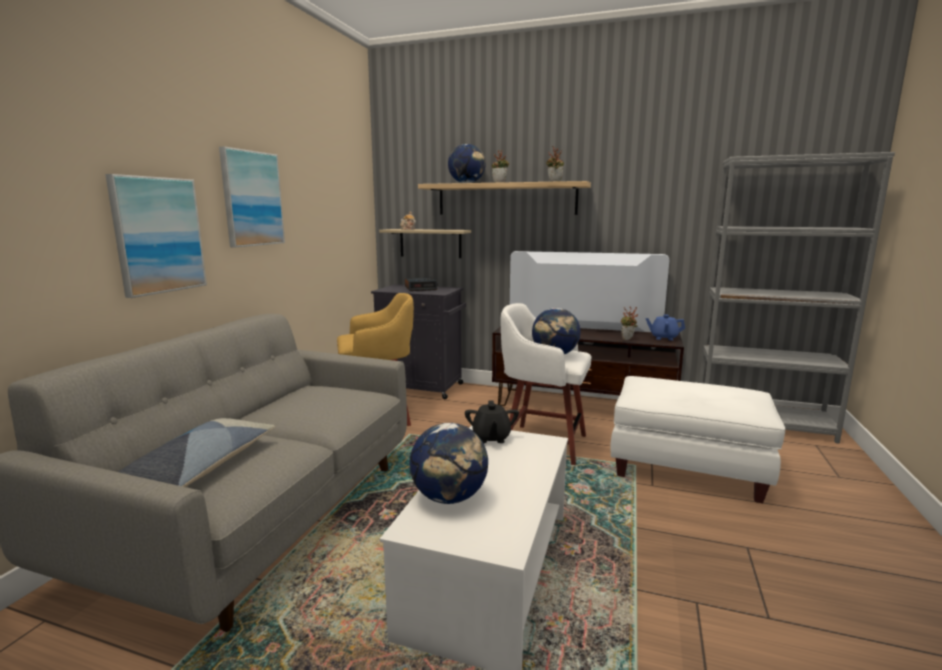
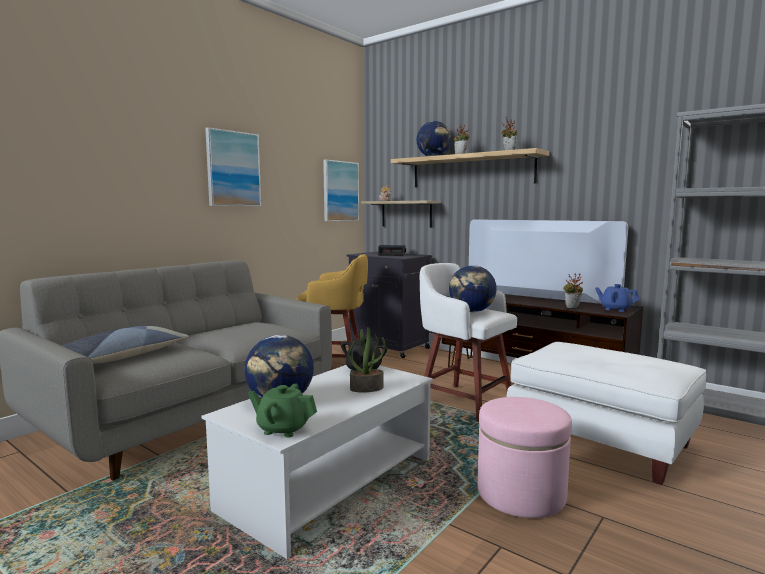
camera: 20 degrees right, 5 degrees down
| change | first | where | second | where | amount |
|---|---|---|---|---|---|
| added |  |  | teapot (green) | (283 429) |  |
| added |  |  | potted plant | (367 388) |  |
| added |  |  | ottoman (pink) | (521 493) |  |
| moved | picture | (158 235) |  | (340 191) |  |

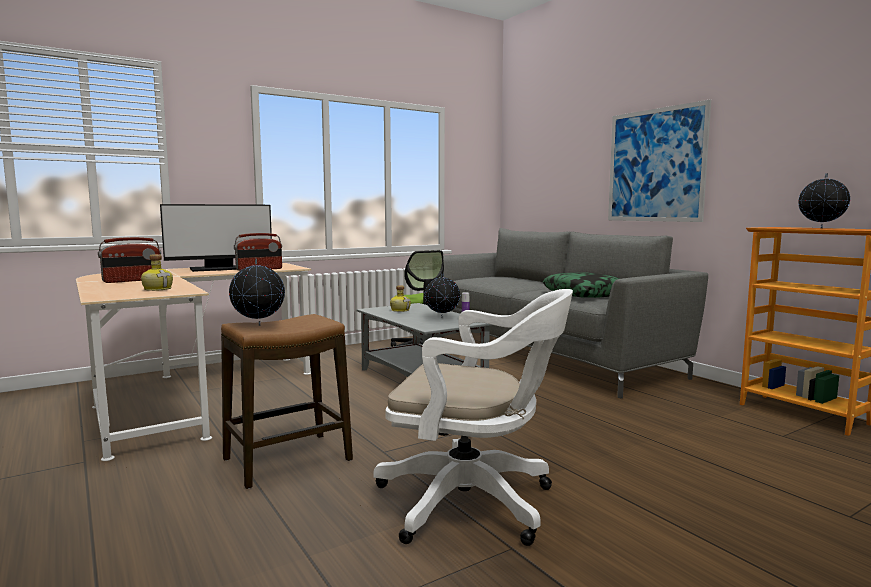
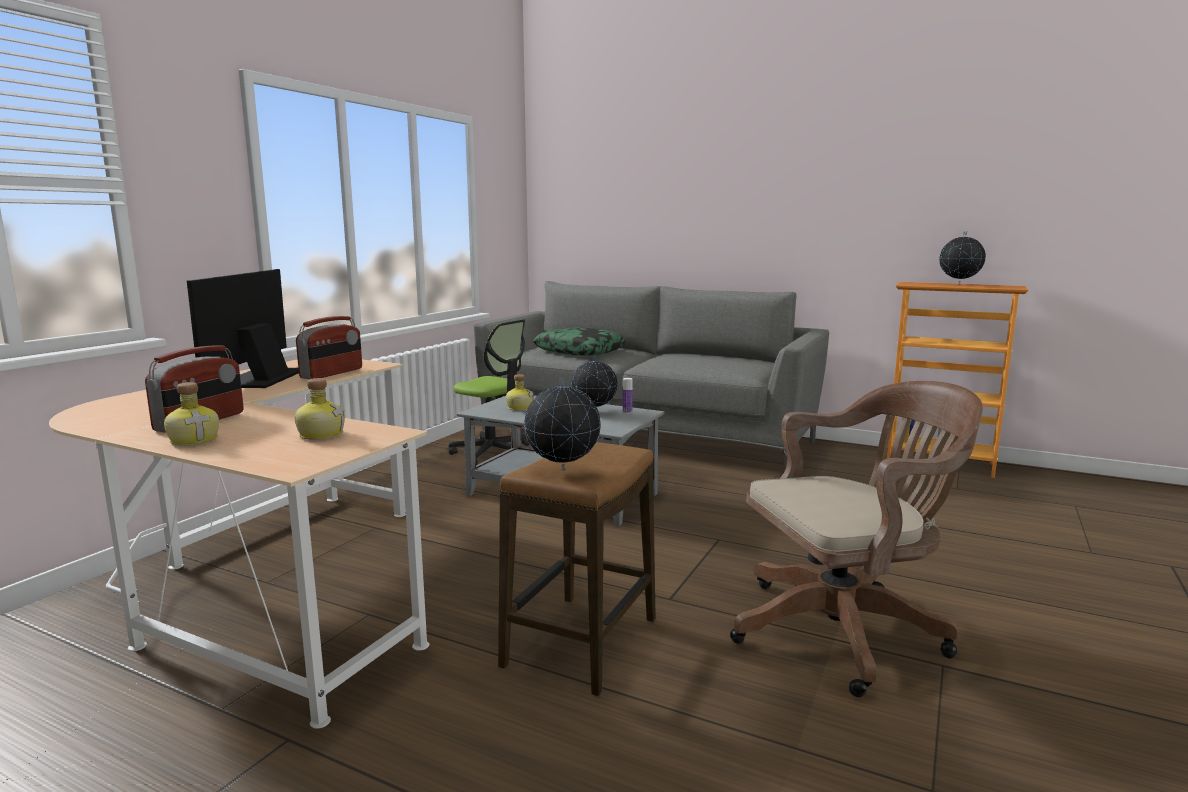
camera: 30 degrees left, 5 degrees up
| change | first | where | second | where | amount |
|---|---|---|---|---|---|
| removed | picture | (655 165) |  |  |  |
| added |  |  | bottle | (195 440) |  |
| moved | pillow | (584 294) |  | (579 351) |  |
| recoloured | office chair (white) | (474 503) | office chair (brown) | (845 630) |  |
| turned | monitor | (220 269) |  | (260 378) | 150 degrees clockwise |

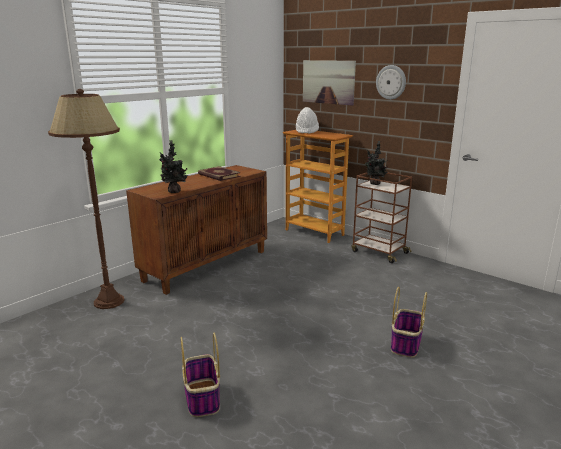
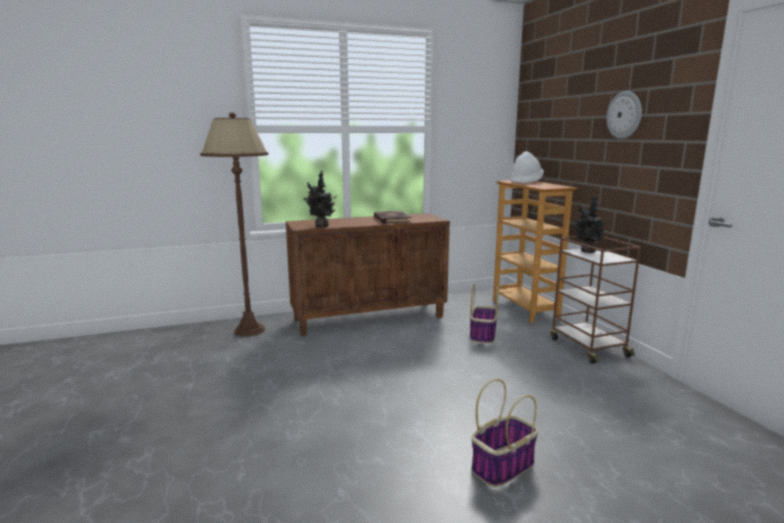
camera: 30 degrees right, 5 degrees down
| change | first | where | second | where | amount |
|---|---|---|---|---|---|
| removed | picture | (328 82) |  |  |  |
| moved | basket | (202 397) |  | (483 335) |  |

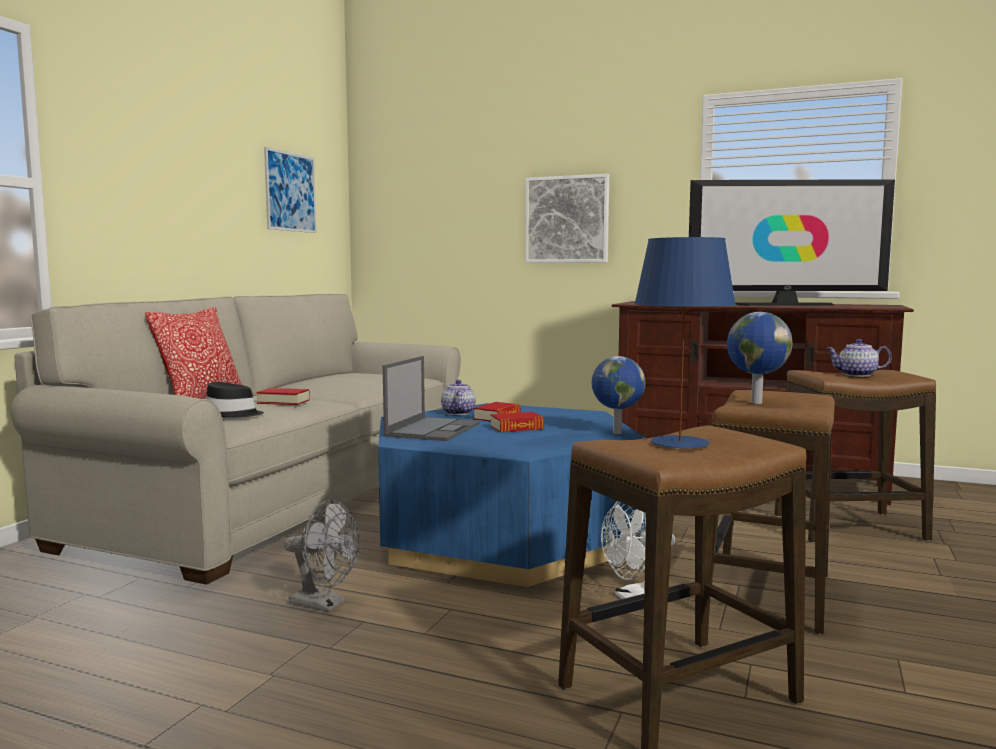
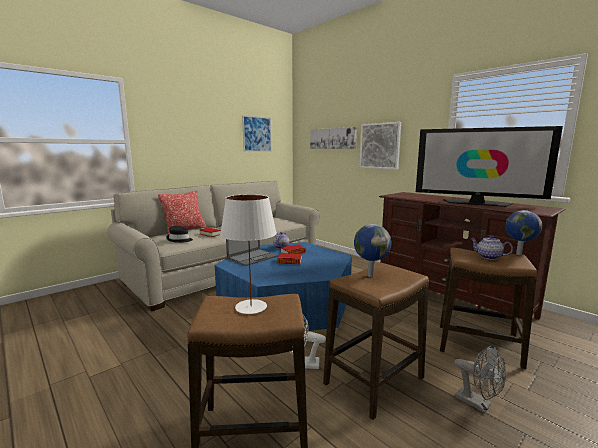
camera: 25 degrees right, 5 degrees up
| change | first | where | second | where | amount |
|---|---|---|---|---|---|
| added |  |  | picture | (332 138) |  |
| moved | fan (grey) | (325 604) |  | (478 404) |  |
| moved | globe | (616 433) |  | (518 254) |  |
| recoloured | table lamp (blue) | (679 442) | table lamp (white) | (251 306) |  |

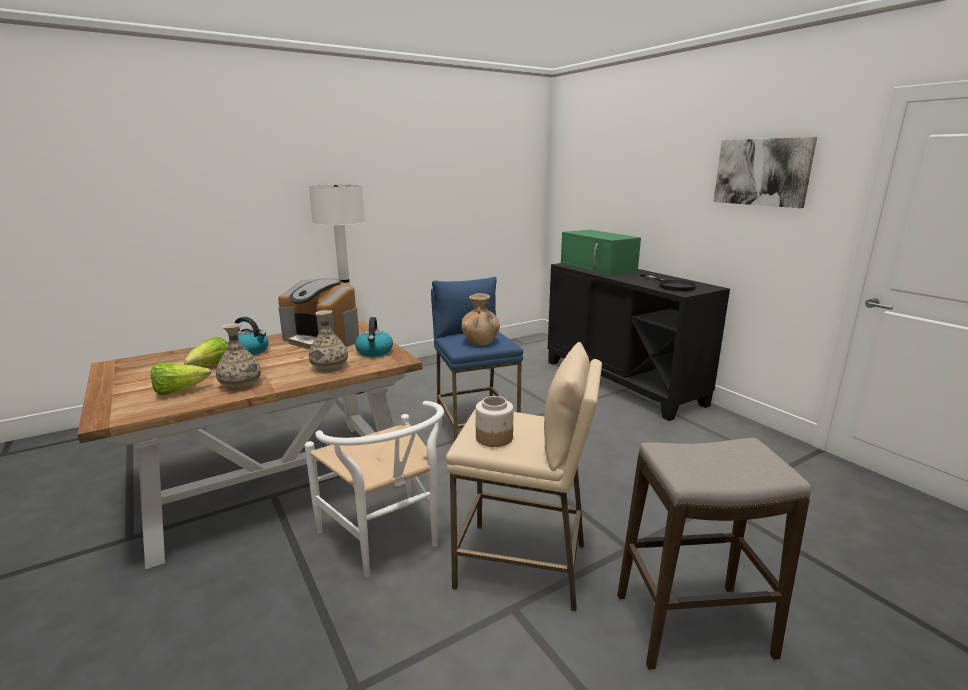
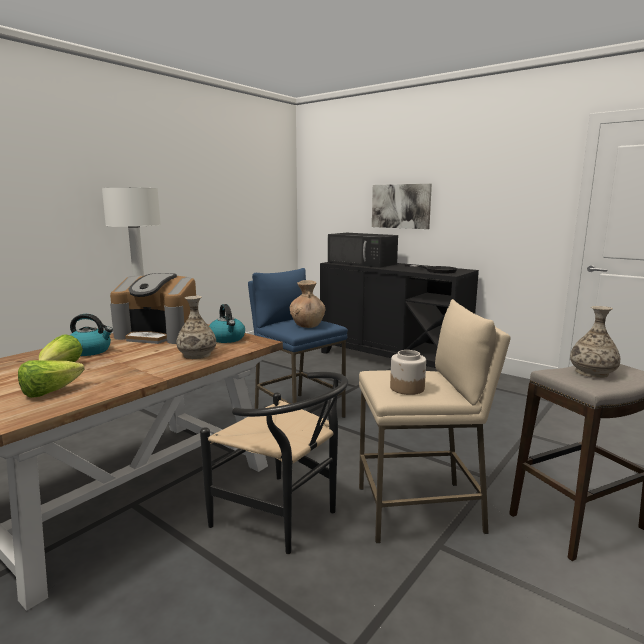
camera: 20 degrees left, 5 degrees down
| change | first | where | second | where | amount |
|---|---|---|---|---|---|
| moved | vase | (240 385) |  | (592 372) |  |
| moved | picture | (762 172) |  | (401 206) |  |
| recoloured | chair (white) | (387 540) | chair (black) | (285 518) |  |
| recoloured | microwave (green) | (598 268) | microwave (black) | (363 263) |  |

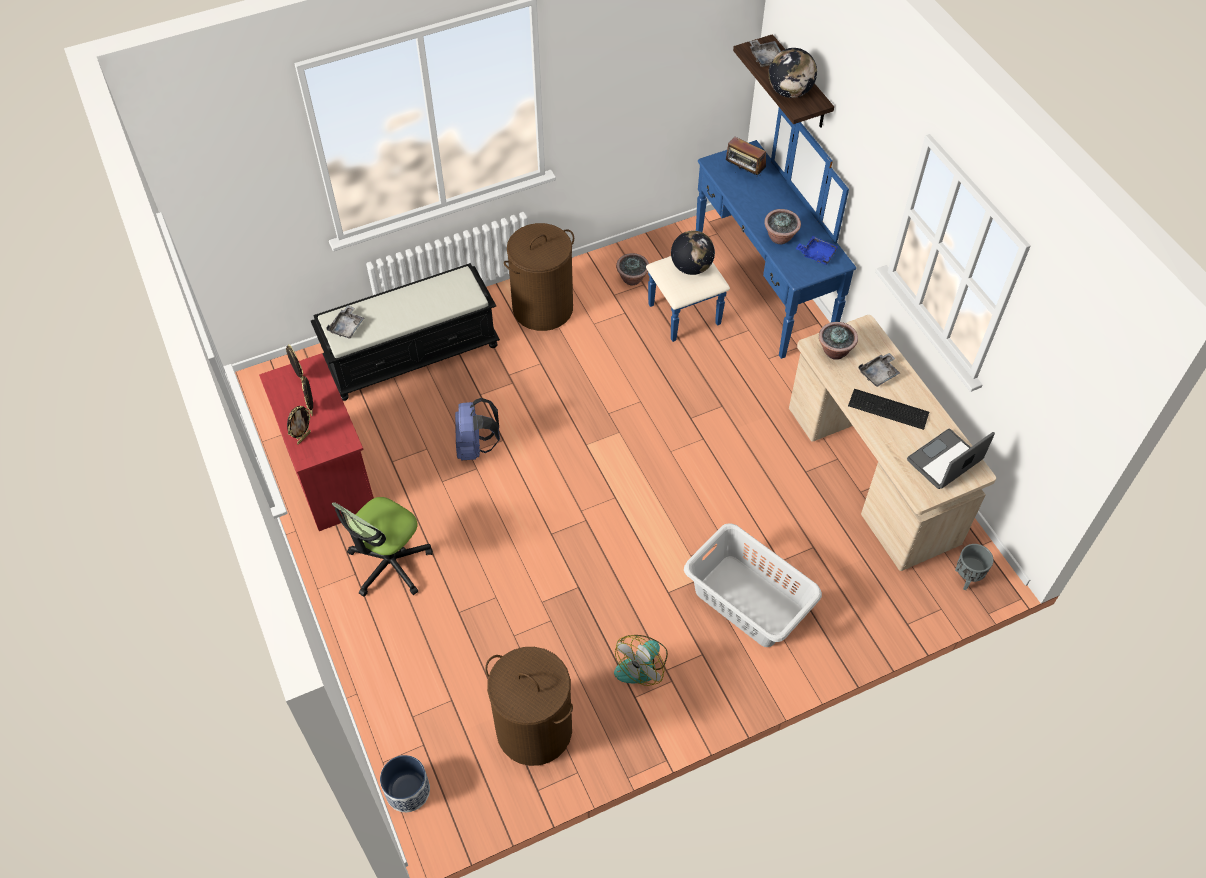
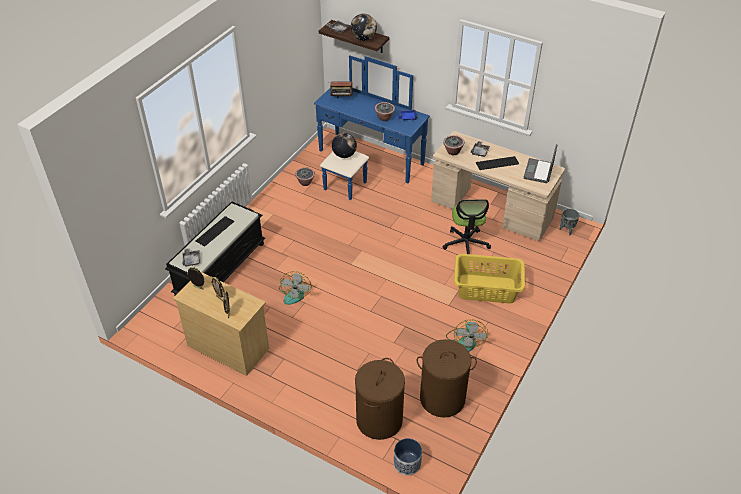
camera: 35 degrees left, 10 degrees down
| change | first | where | second | where | amount |
|---|---|---|---|---|---|
| added |  |  | keyboard | (214 231) |  |
| moved | office chair | (389 564) |  | (466 244) |  |
| moved | laundry basket (brown) | (542 308) |  | (379 419) |  |
| replaced | backpack (blue) | (475 447) | fan | (295 293) |  |
| recoloured | dresser (red) | (330 475) | dresser (beige) | (228 347) |  |
| recoloured | laundry basket (grey) | (748 602) | laundry basket (yellow) | (487 289) |  |

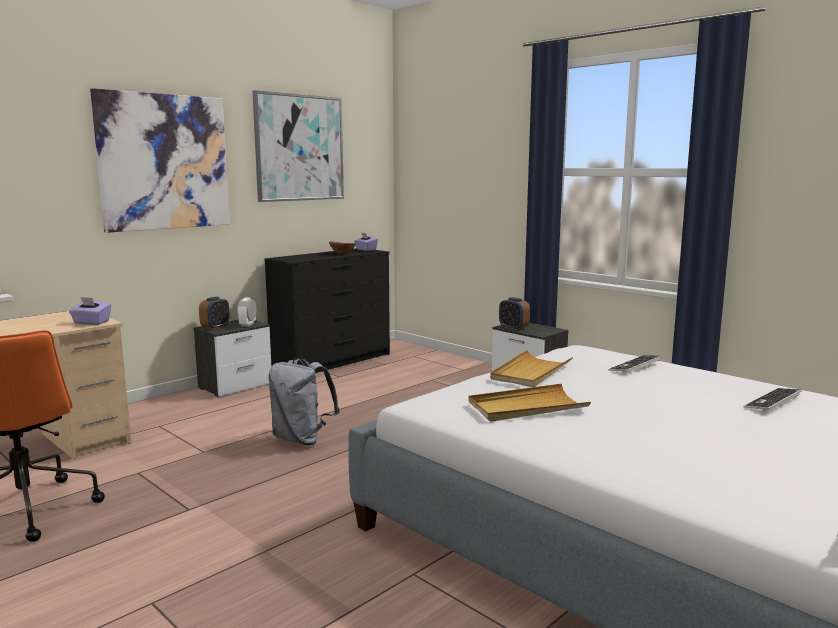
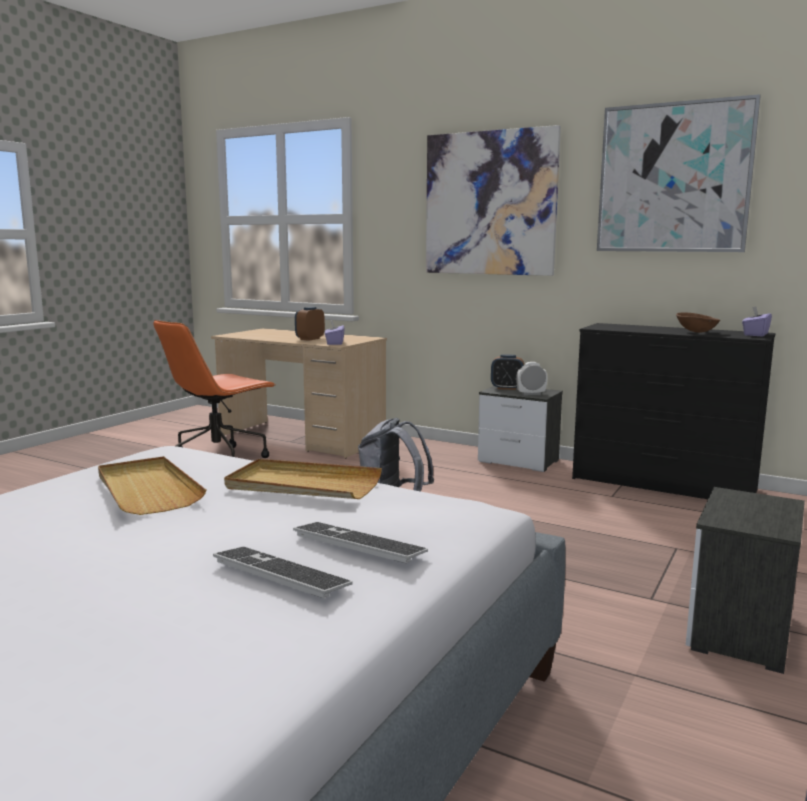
camera: 75 degrees right, 0 degrees up
| change | first | where | second | where | amount |
|---|---|---|---|---|---|
| moved | alarm clock | (513 328) |  | (310 339) |  |
| moved | keyboard | (772 401) |  | (280 573) |  |

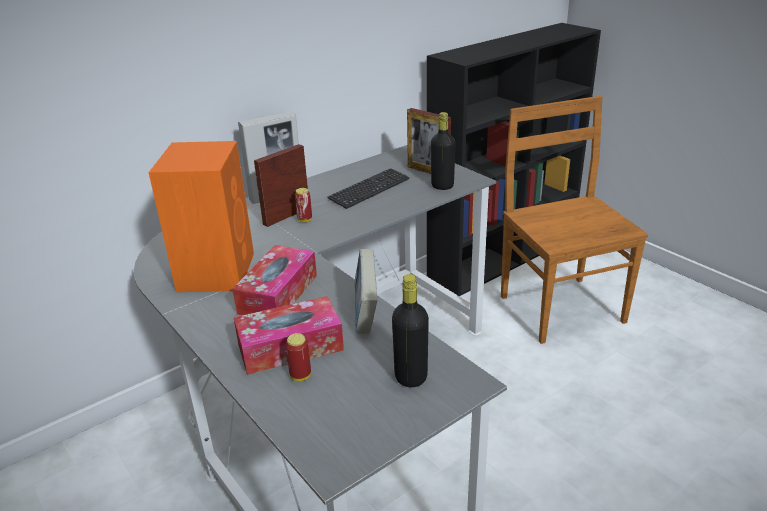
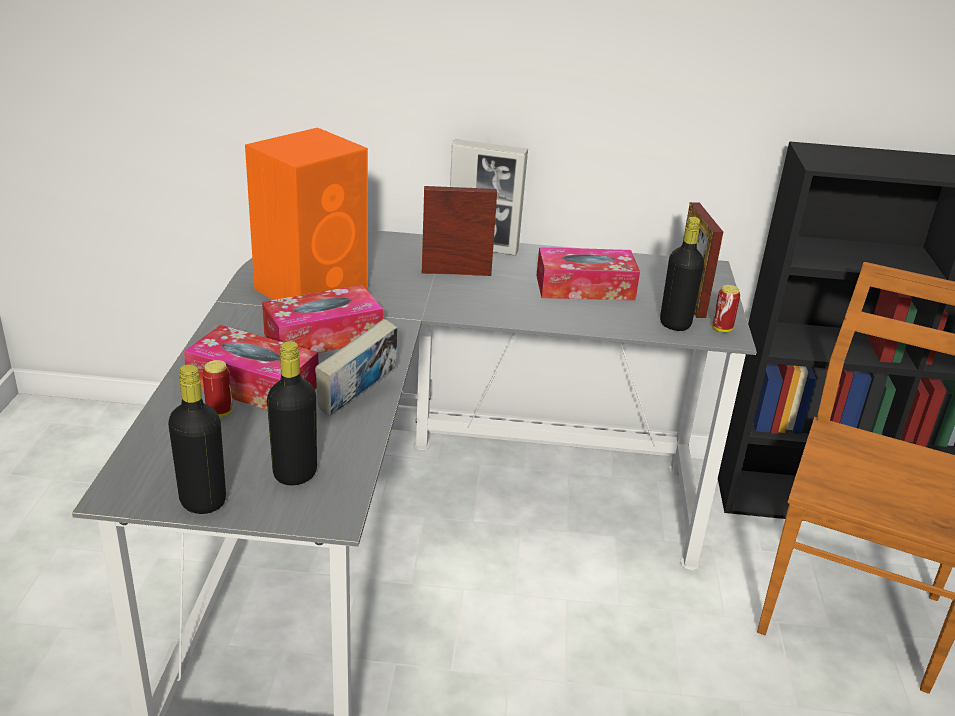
camera: 40 degrees right, 0 degrees up
| change | first | where | second | where | amount |
|---|---|---|---|---|---|
| added |  |  | bottle (black) | (203 501) |  |
| moved | can | (305 220) |  | (722 329) |  |
| replaced | keyboard | (369 190) | tissue box | (585 288) |  |

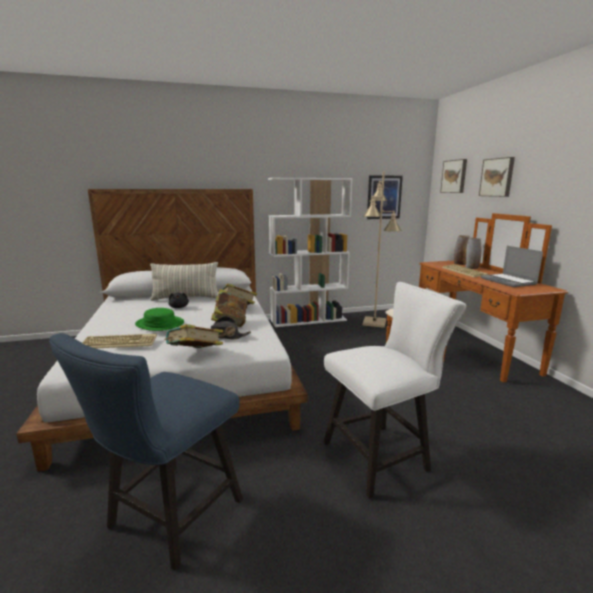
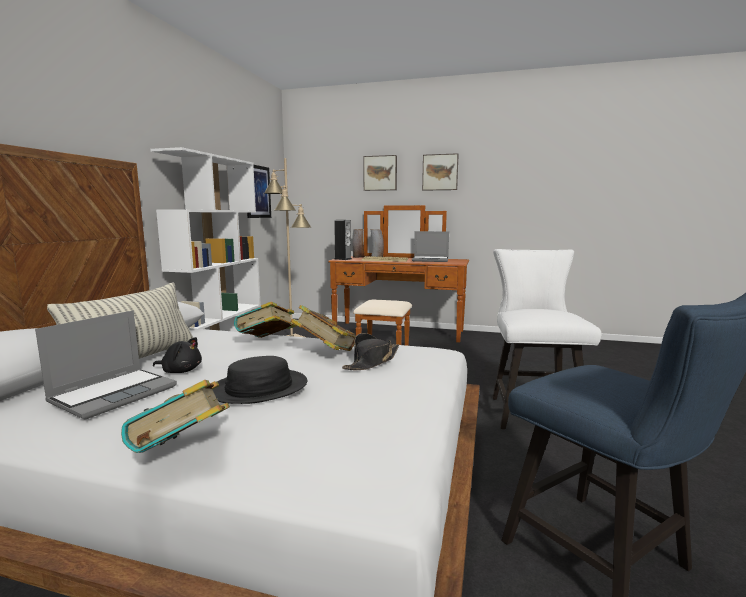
camera: 60 degrees left, 5 degrees down
| change | first | where | second | where | amount |
|---|---|---|---|---|---|
| removed | keyboard | (120 342) |  |  |  |
| added |  |  | laptop | (114 394) |  |
| added |  |  | speaker | (343 259) |  |
| moved | book | (195 355) |  | (184 453) |  |
| moved | picture | (454 176) |  | (440 172) |  |
| recoloured | hat (green) | (160 324) | hat (black) | (259 388) |  |

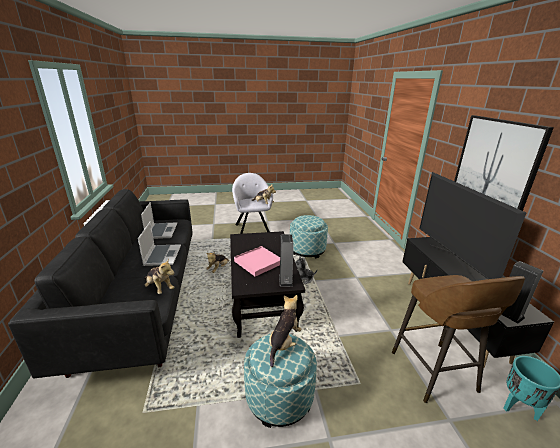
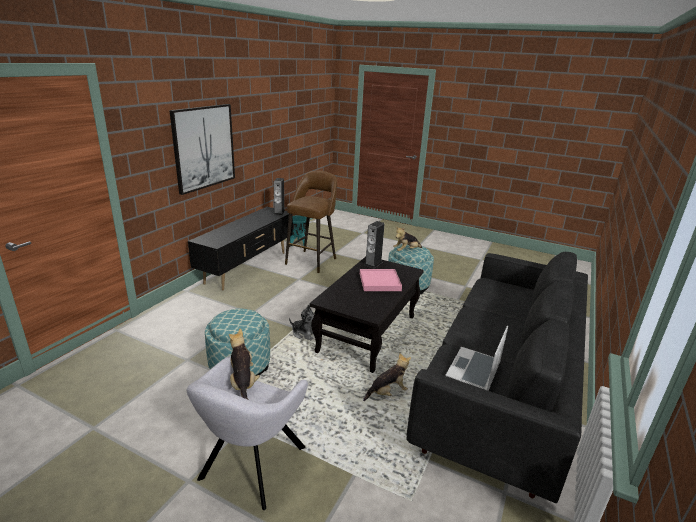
camera: 145 degrees left, 0 degrees up
| change | first | where | second | where | amount |
|---|---|---|---|---|---|
| removed | laptop | (162 255) |  |  |  |
| removed | plush toy | (159 288) |  |  |  |
| removed | television | (451 260) |  |  |  |

